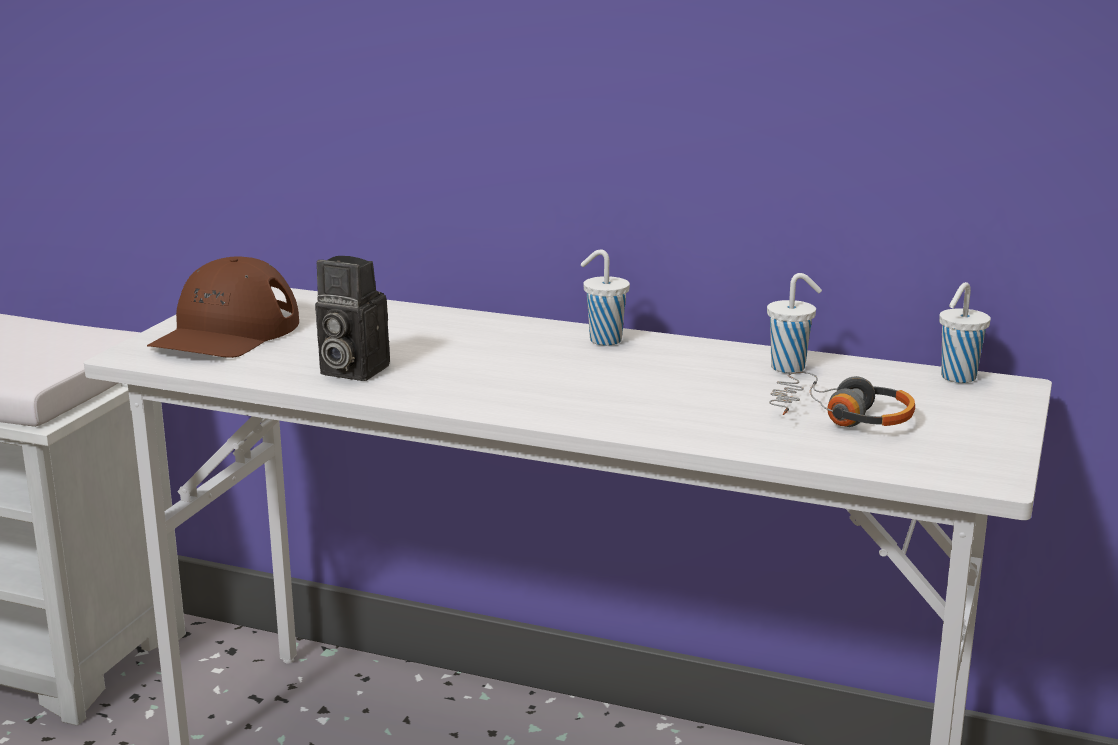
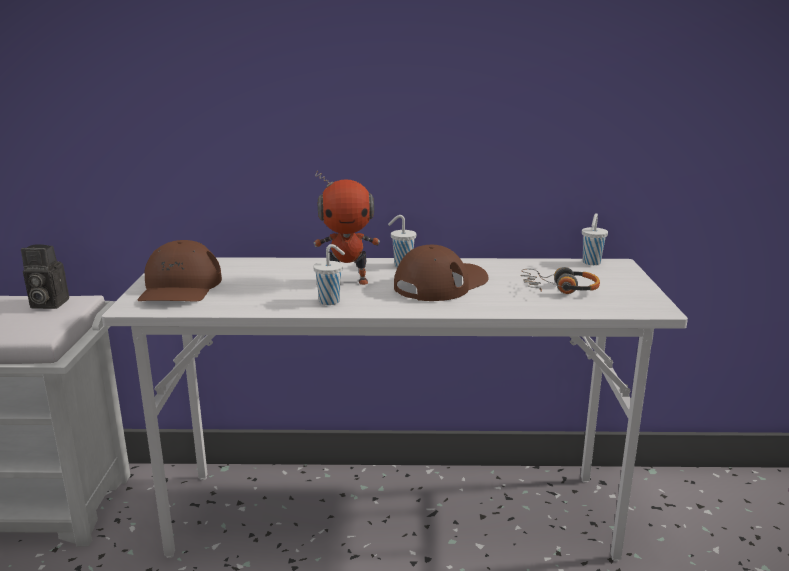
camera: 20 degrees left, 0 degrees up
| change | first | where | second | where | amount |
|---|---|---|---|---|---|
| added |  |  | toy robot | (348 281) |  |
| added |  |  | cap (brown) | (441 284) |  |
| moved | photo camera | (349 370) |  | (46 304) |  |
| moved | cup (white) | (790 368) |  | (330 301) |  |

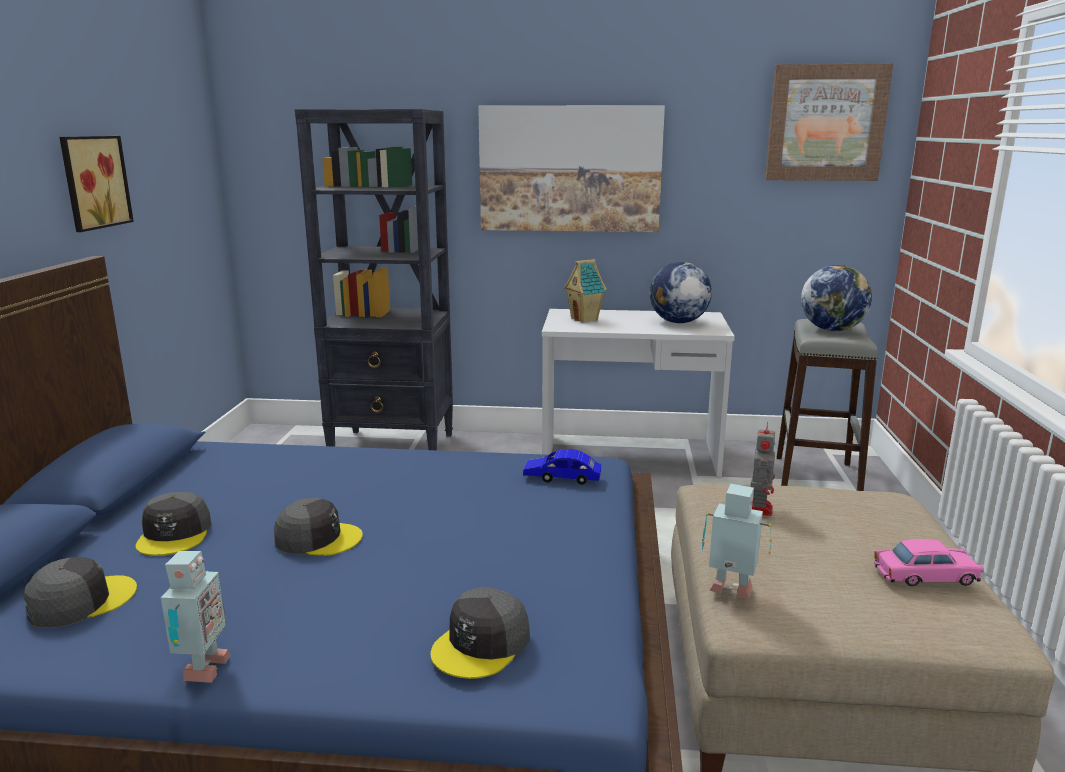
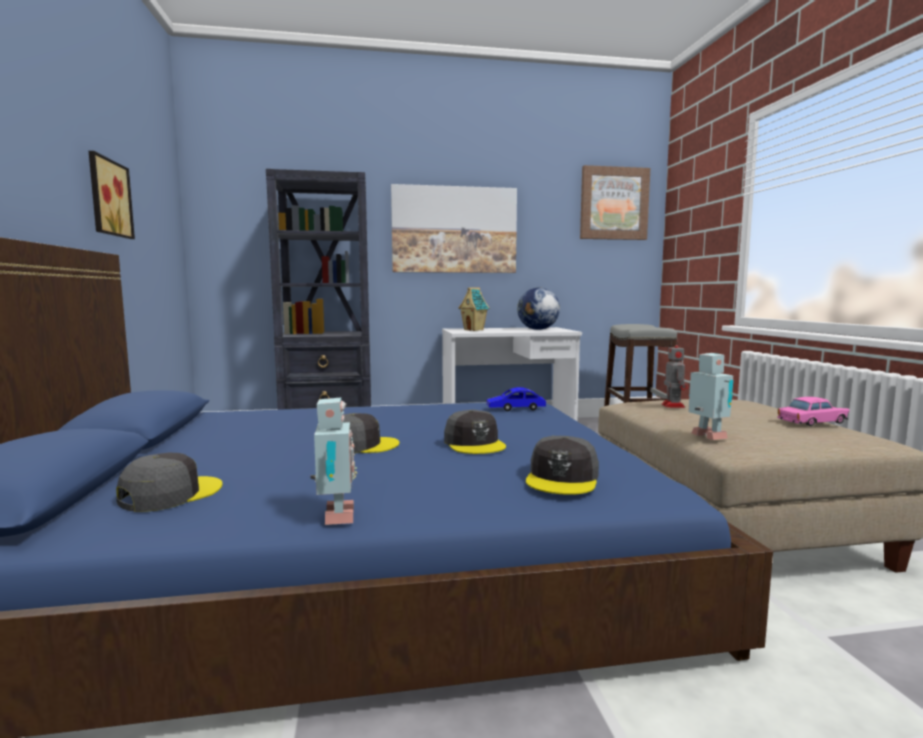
camera: 15 degrees left, 10 degrees down
| change | first | where | second | where | amount |
|---|---|---|---|---|---|
| removed | globe | (832 330) |  |  |  |
| moved | cap (grey) | (175 534) |  | (474 443) |  |
| turned | toy robot | (731 592) |  | (707 437) | 60 degrees clockwise |

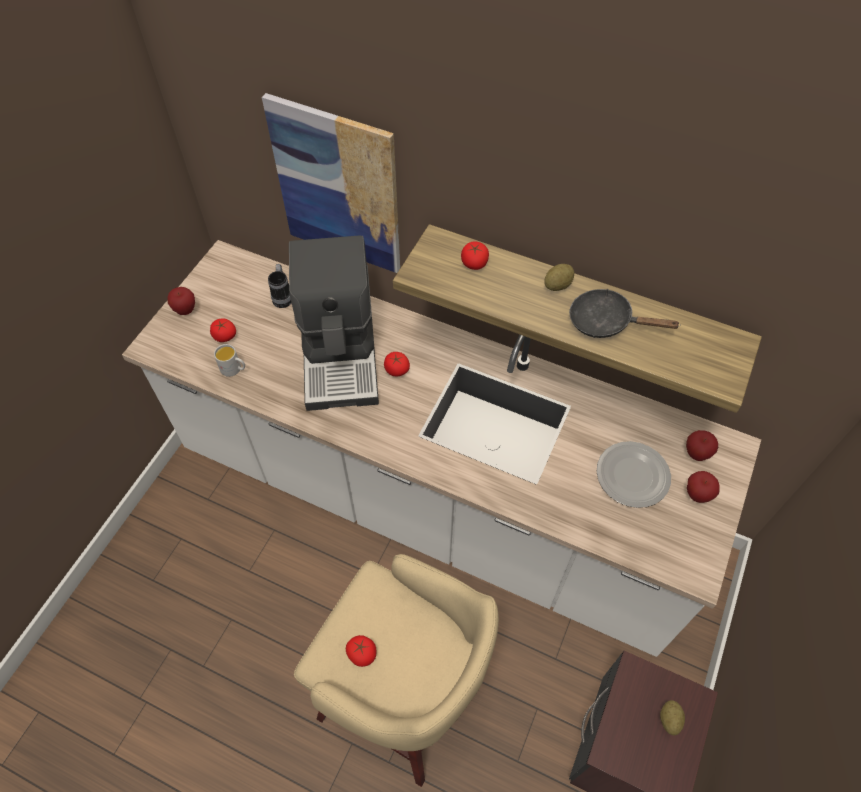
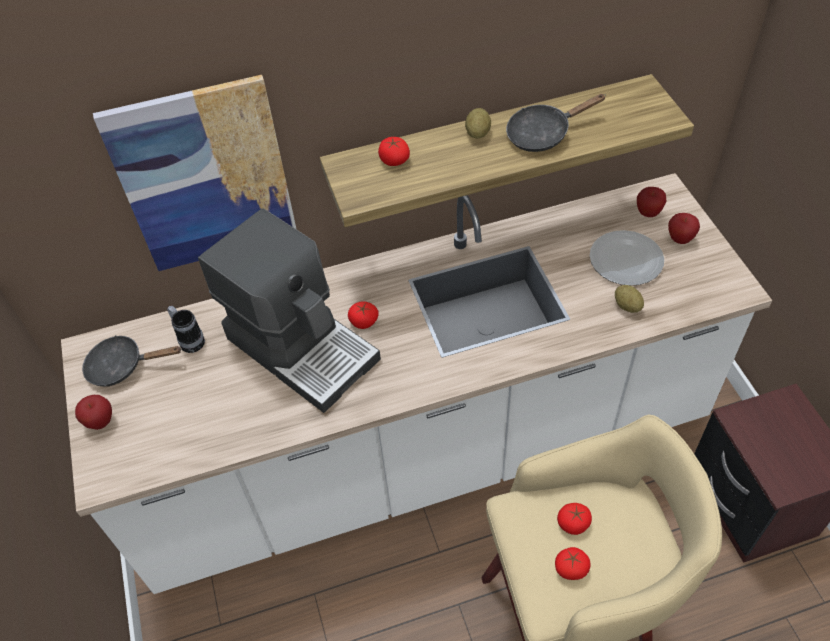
camera: 40 degrees left, 5 degrees down
| change | first | where | second | where | amount |
|---|---|---|---|---|---|
| removed | mug (white) | (234 369) |  |  |  |
| added |  |  | frying pan (black) | (122 366) |  |
| moved | tomato | (224 336) |  | (573 523) |  |
| moved | potato | (669 719) |  | (627 306) |  |

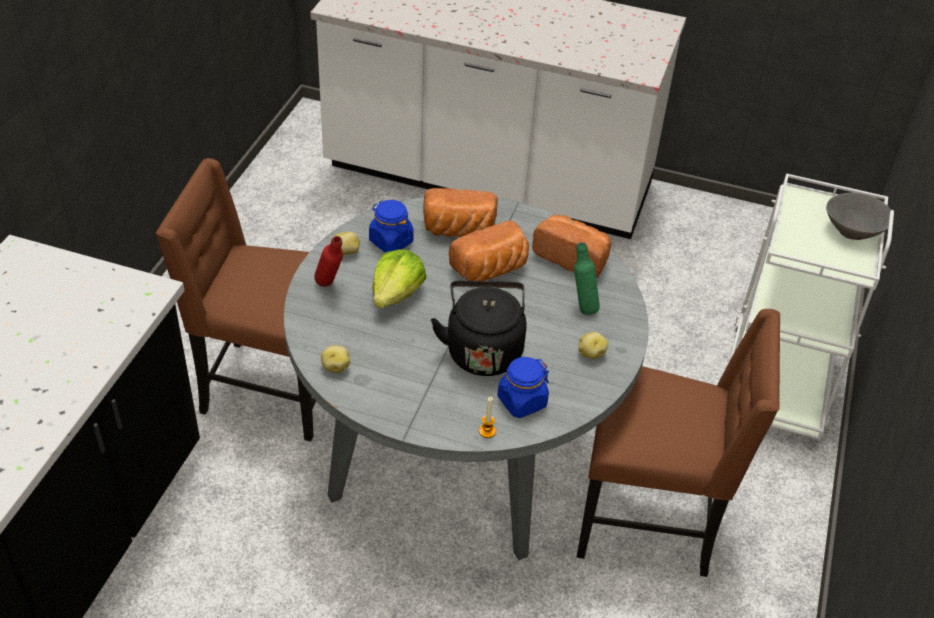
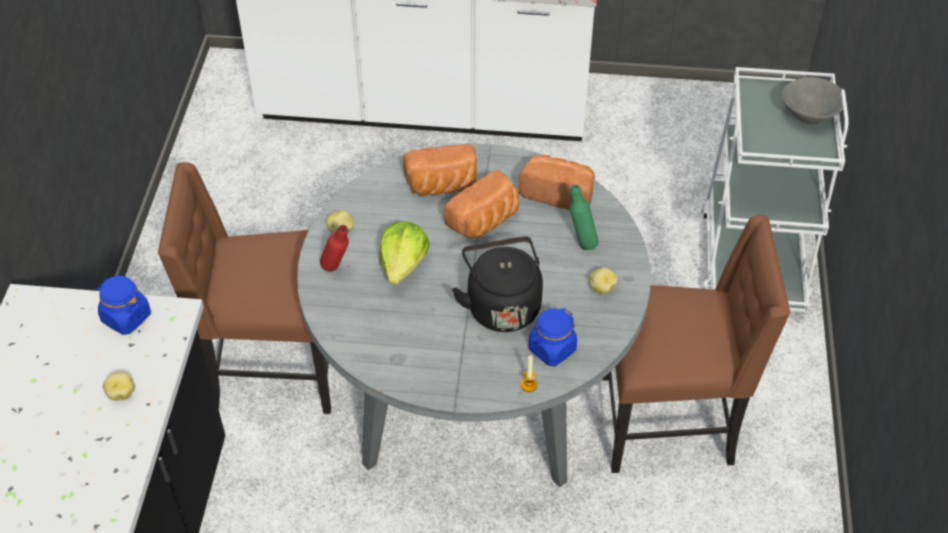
camera: 10 degrees left, 5 degrees up
| change | first | where | second | where | amount |
|---|---|---|---|---|---|
| moved | potato | (336 366) |  | (121 393) |  |
| moved | jar (blue) | (390 241) |  | (126 318) |  |

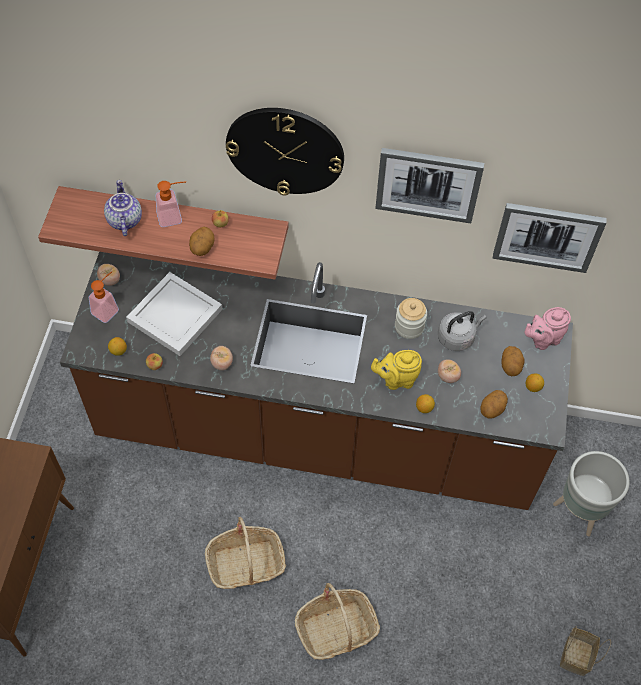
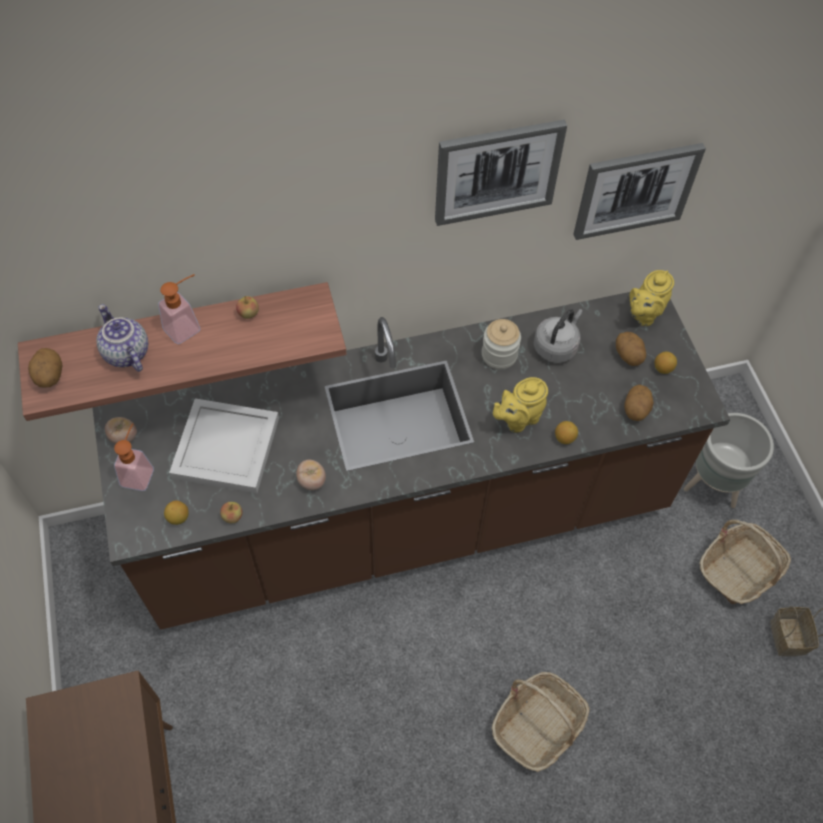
camera: 25 degrees left, 0 degrees up
| change | first | where | second | where | amount |
|---|---|---|---|---|---|
| removed | wall clock | (285 150) |  |  |  |
| removed | tomato | (448 376) |  |  |  |
| moved | potato | (202 248) |  | (49 376) |  |
| moved | basket | (246 563) |  | (739 569) |  |
| recoloured | teapot (pink) | (543 339) | teapot (yellow) | (644 314) |  |

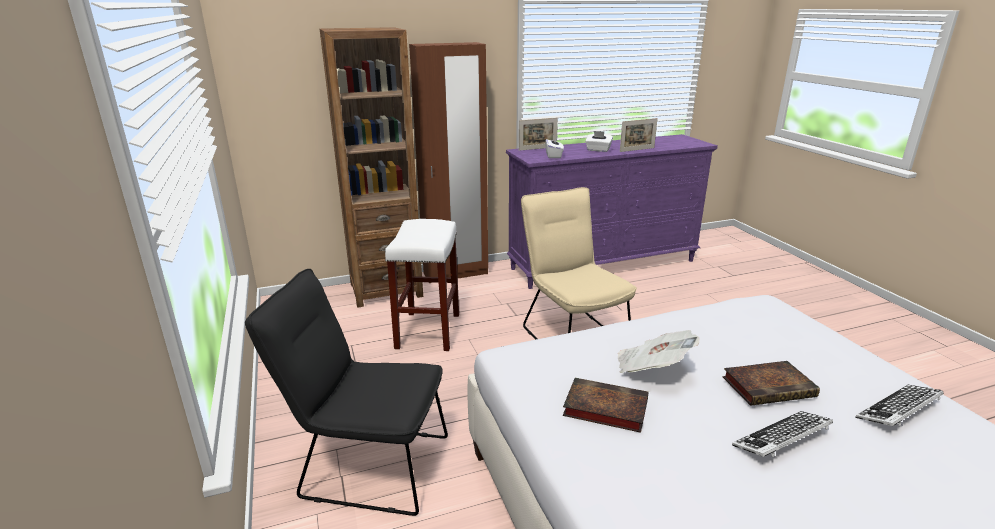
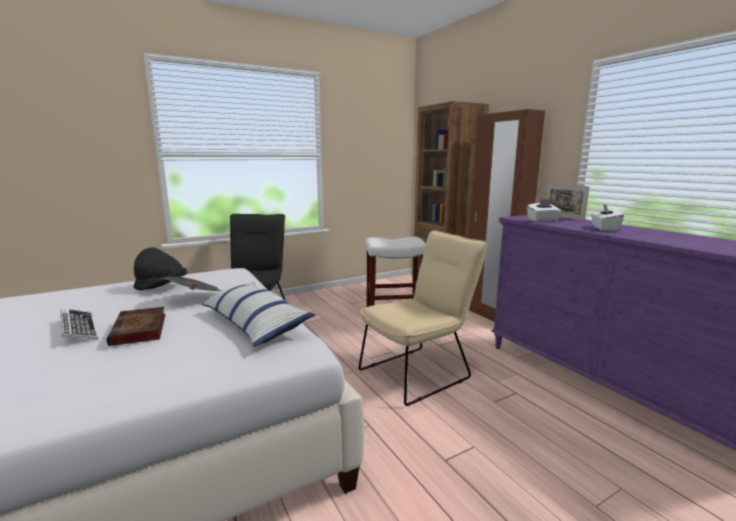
camera: 80 degrees right, 10 degrees down
| change | first | where | second | where | amount |
|---|---|---|---|---|---|
| removed | picture frame | (637 150) |  |  |  |
| removed | keyboard | (898 411) |  |  |  |
| added |  |  | pillow | (255 323) |  |
| replaced | book | (603 408) | hat (black) | (161 288) |  |

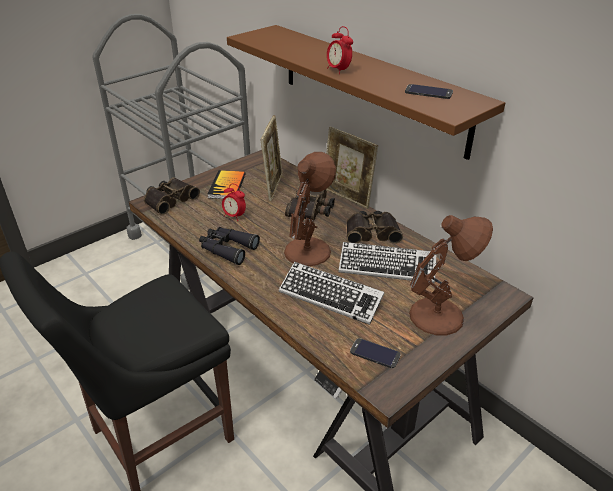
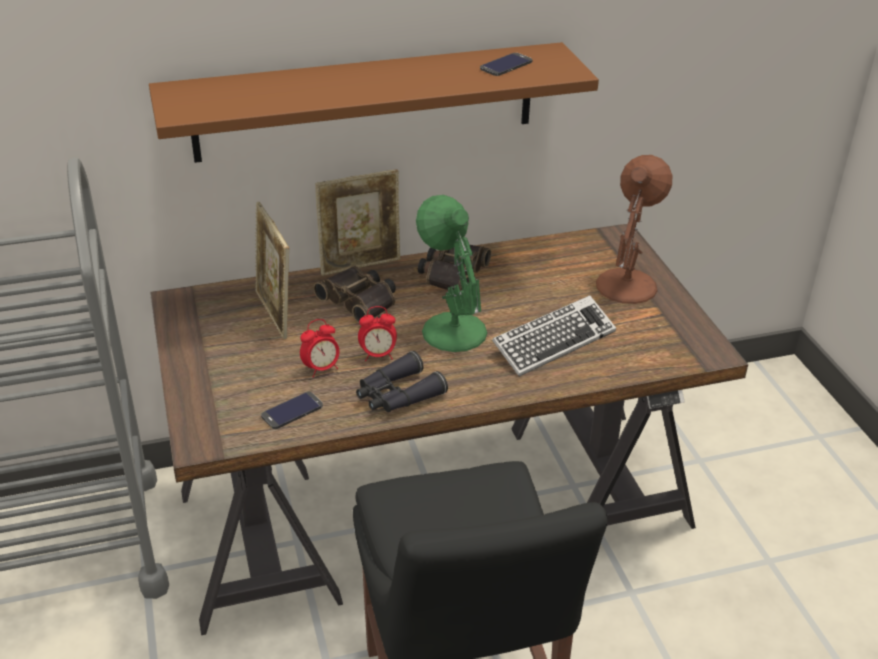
camera: 65 degrees left, 0 degrees up
| change | first | where | second | where | amount |
|---|---|---|---|---|---|
| removed | binoculars | (169 199) |  |  |  |
| removed | book | (227 186) |  |  |  |
| removed | keyboard | (387 267) |  |  |  |
| moved | alarm clock | (338 70) |  | (378 355) |  |
| moved | phone | (375 353) |  | (292 411) |  |
| recoloured | table lamp (brown) | (308 250) | table lamp (green) | (452 330) |  |
| turned | picture frame | (273 186) |  | (275 314) | 150 degrees counterclockwise |

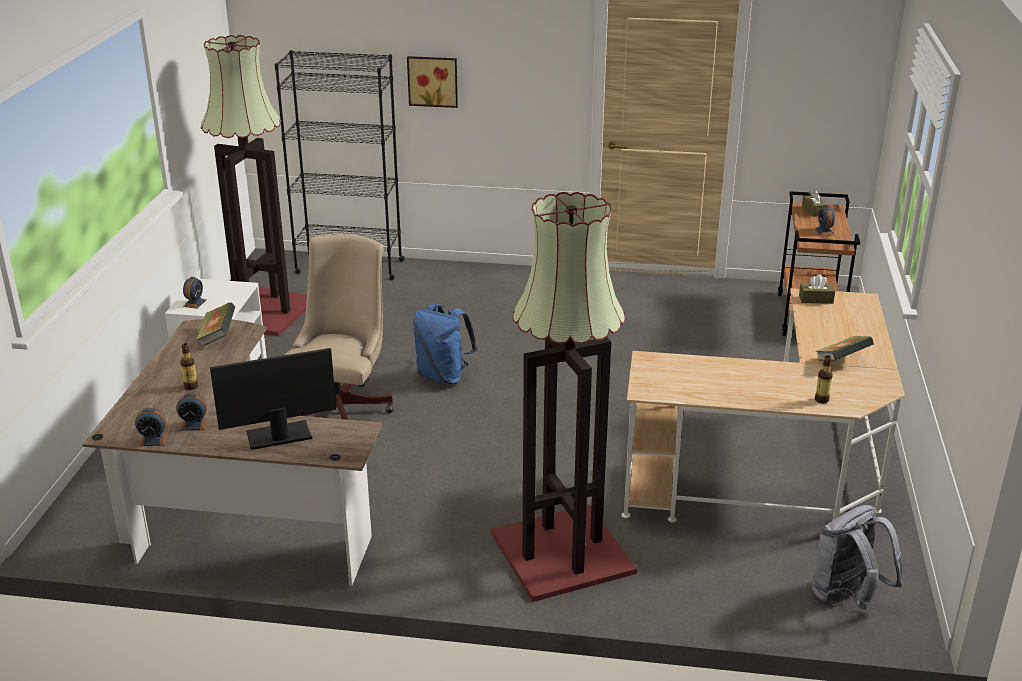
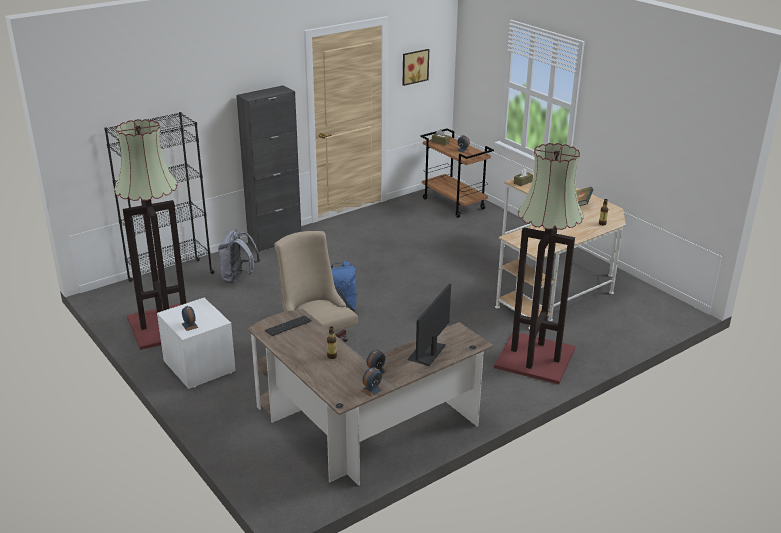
camera: 45 degrees left, 0 degrees up
| change | first | where | second | where | amount |
|---|---|---|---|---|---|
| added |  |  | cabinet (black) | (275 241) |  |
| moved | picture | (433 81) |  | (414 66) |  |
| moved | backpack (grey) | (847 598) |  | (238 278) |  |
| replaced | book | (217 337) | keyboard | (288 326) |  |

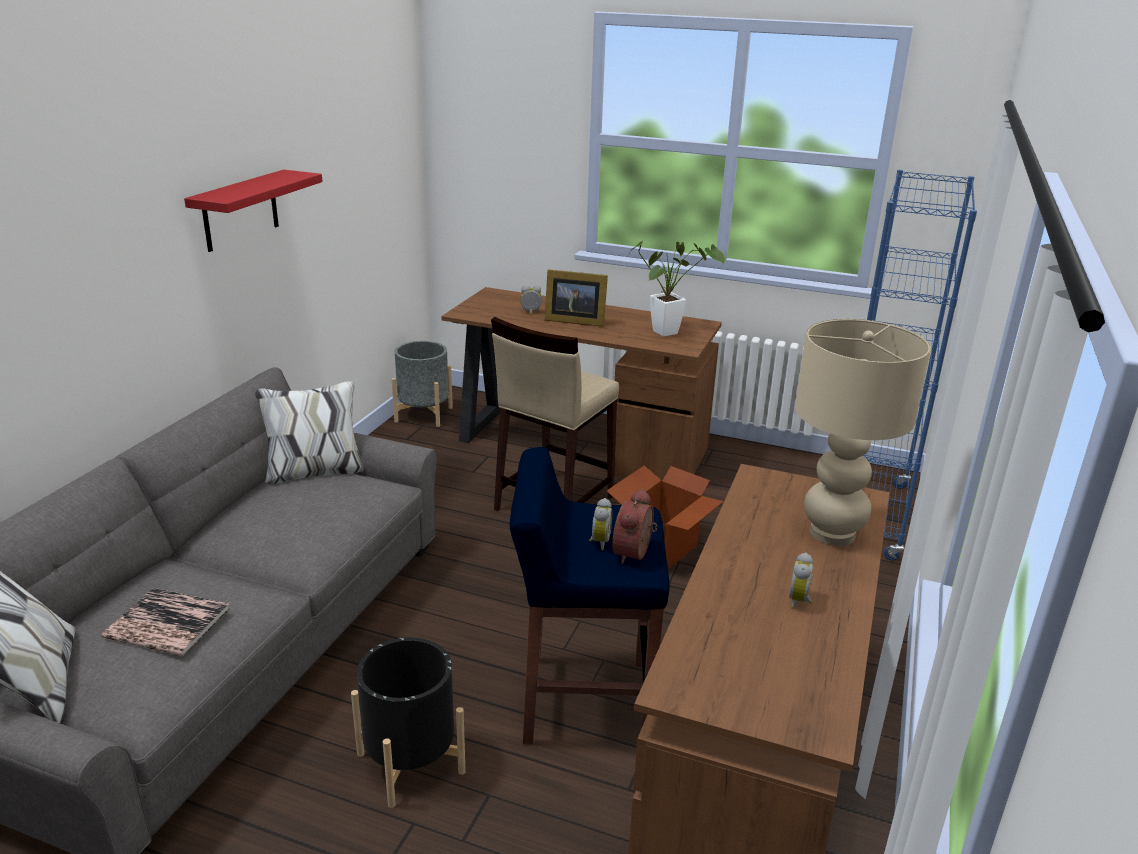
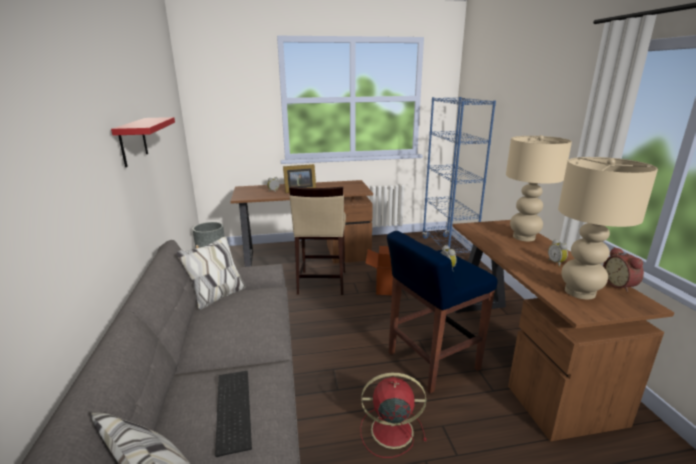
camera: 30 degrees left, 5 degrees down
| change | first | where | second | where | amount |
|---|---|---|---|---|---|
| removed | potted plant | (670 332) |  |  |  |
| added |  |  | table lamp (beige) | (580 292) |  |
| moved | alarm clock | (635 553) |  | (620 285) |  |
| replaced | book | (167 623) | keyboard | (231 408) |  |
| replaced | planter (black) | (410 763) | fan (red) | (390 430) |  |

